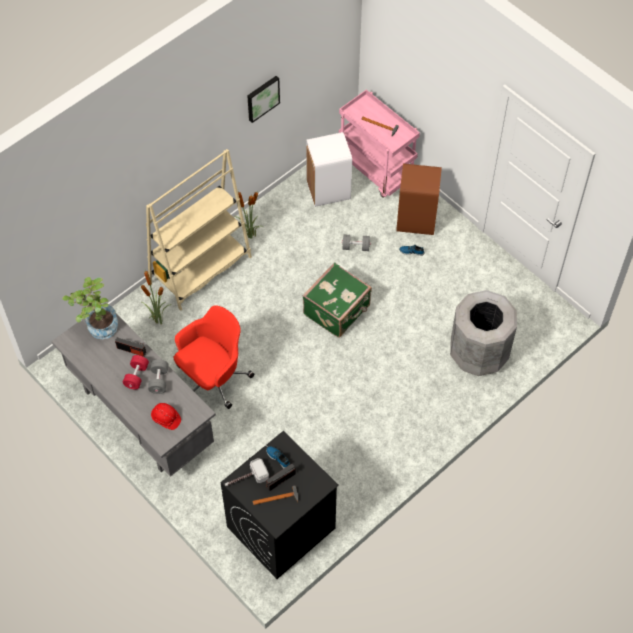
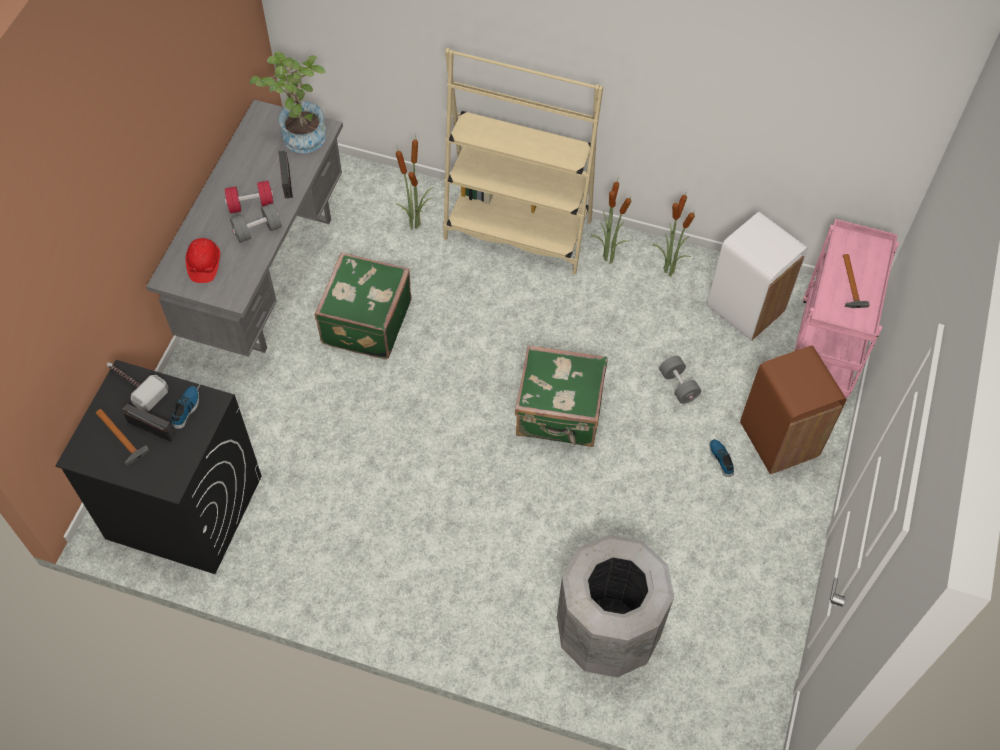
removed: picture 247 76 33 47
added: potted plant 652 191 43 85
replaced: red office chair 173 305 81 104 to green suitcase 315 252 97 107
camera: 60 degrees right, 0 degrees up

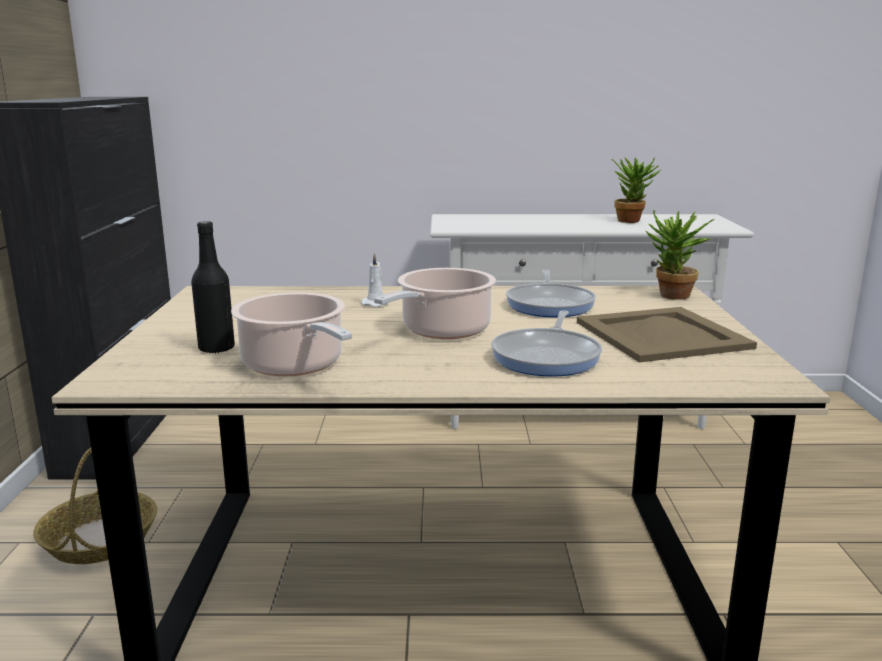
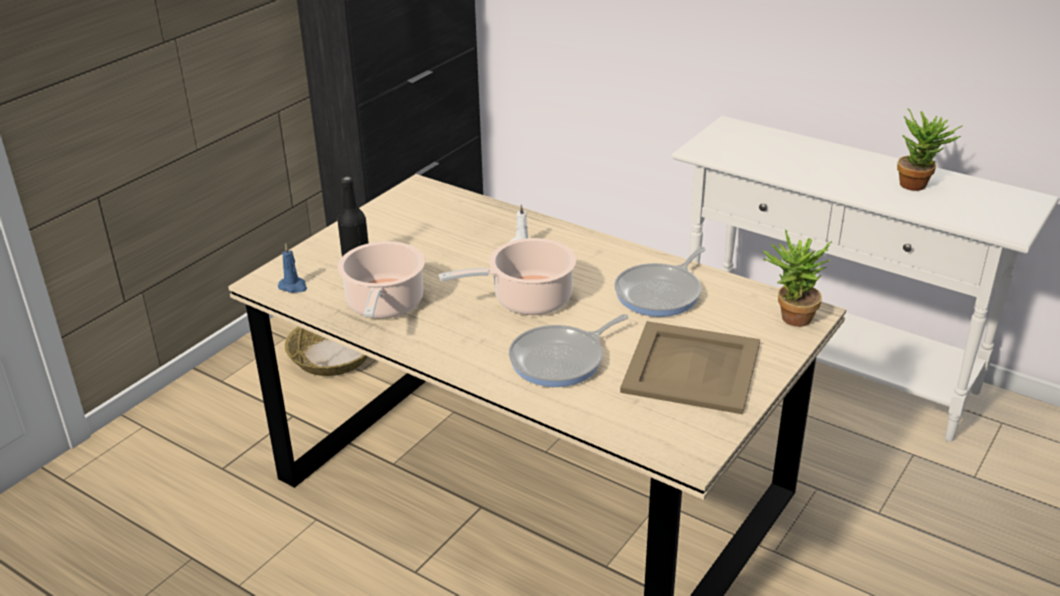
added: blue candle 278 244 29 49
camera: 35 degrees right, 15 degrees up

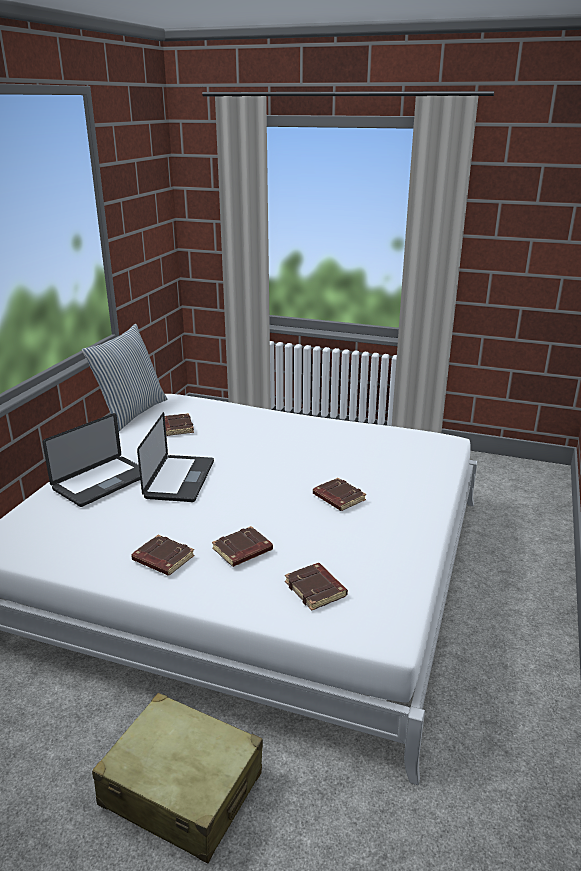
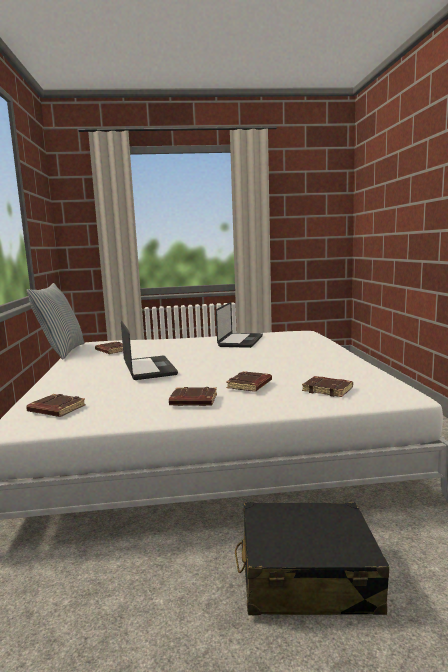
moved: laptop 42 413 98 94 to 216 302 47 46; brown book 313 478 53 33 to 26 394 60 23
recoloured: beige suitcase 92 692 171 171 to black suitcase 235 502 154 113
camera: 25 degrees left, 15 degrees down

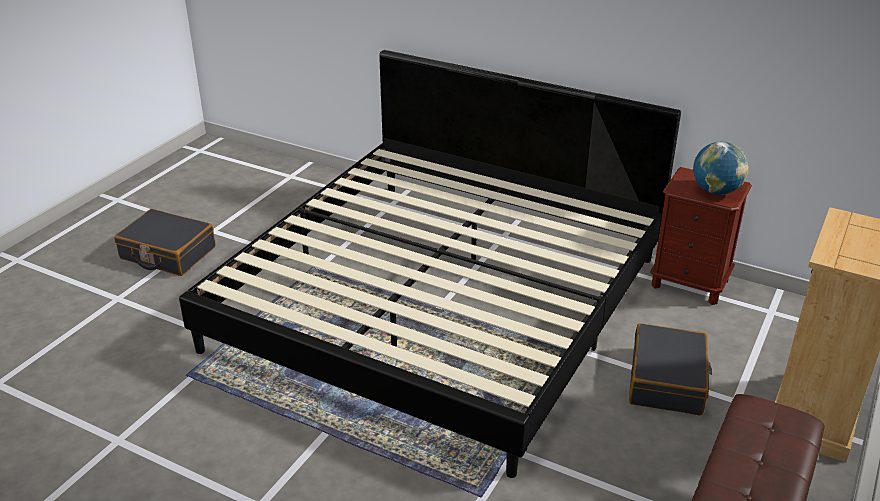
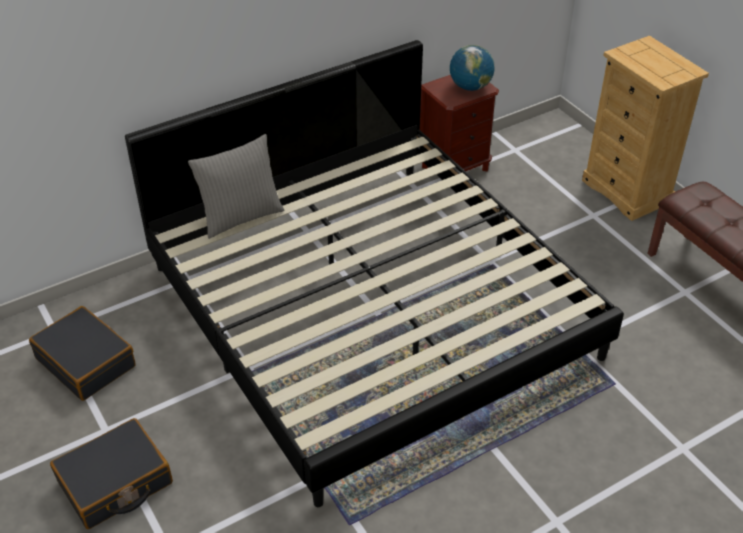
added: grey pillow 188 134 97 105
moved: black suitcase 629 323 83 93 to 29 306 107 95
camera: 60 degrees left, 10 degrees up

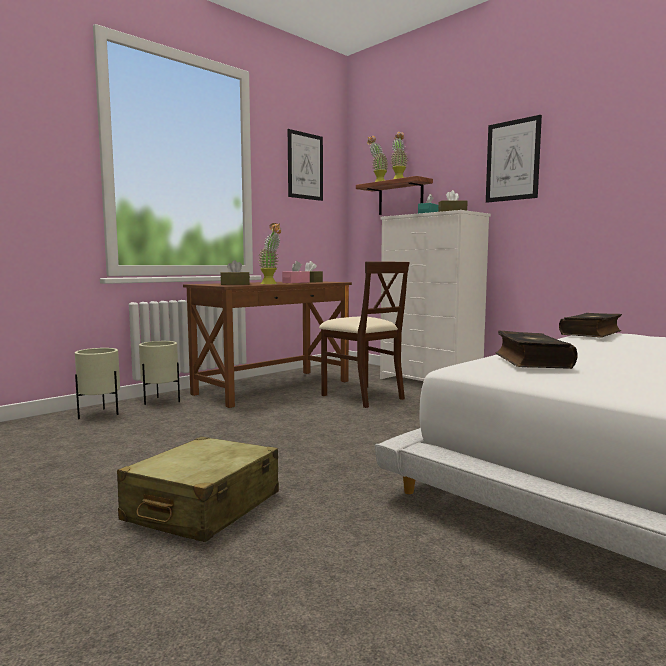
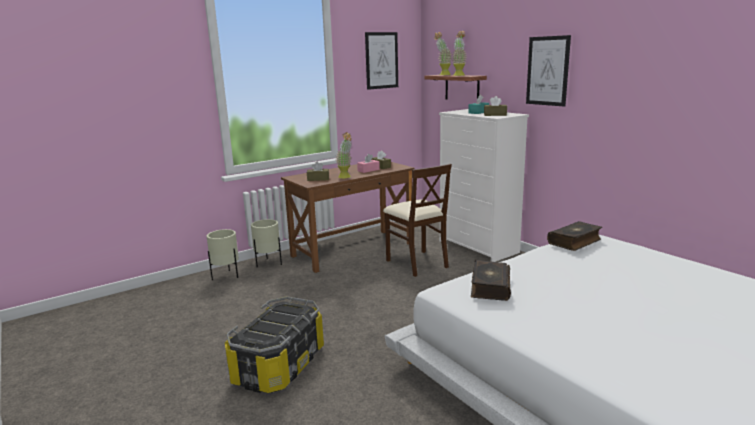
replaced: beige suitcase 117 437 162 105 to storage box 225 296 99 97
camera: 10 degrees right, 10 degrees up

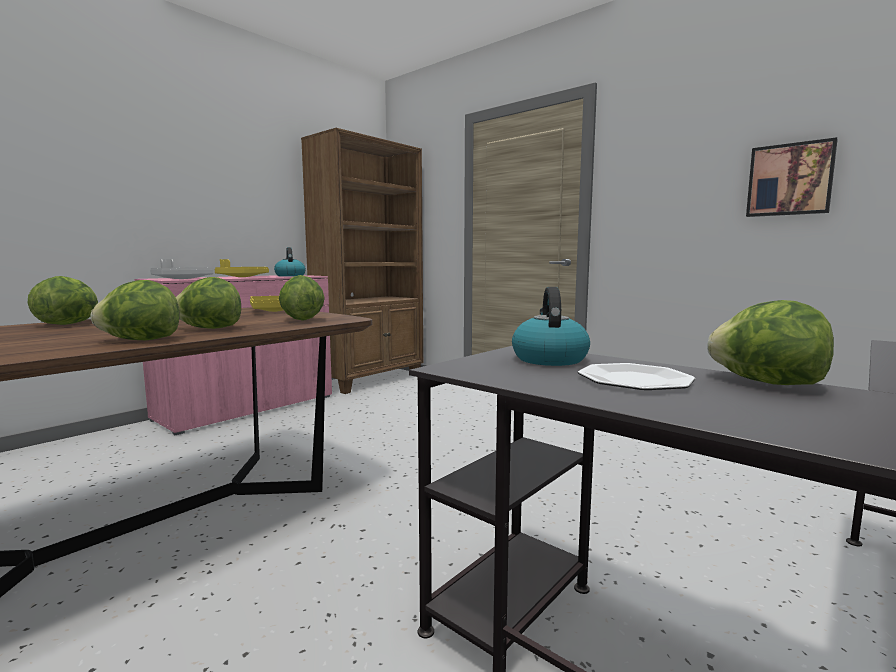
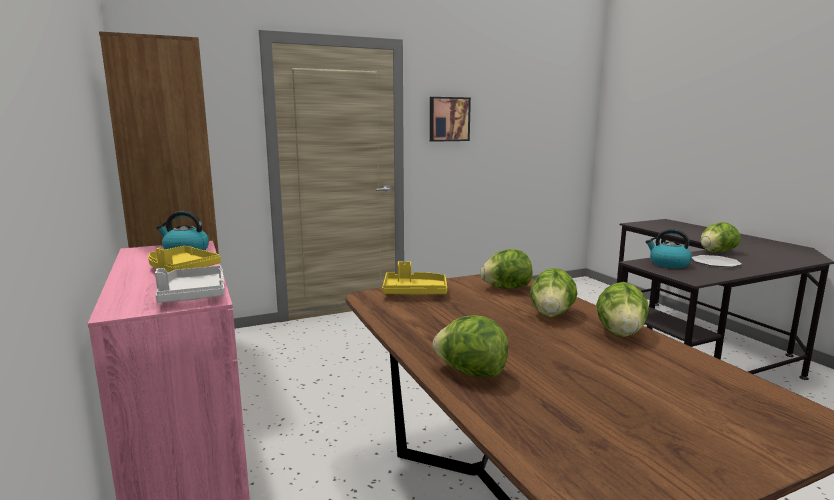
moved: picture 746 137 92 80 to 430 97 41 45
camera: 65 degrees left, 5 degrees up

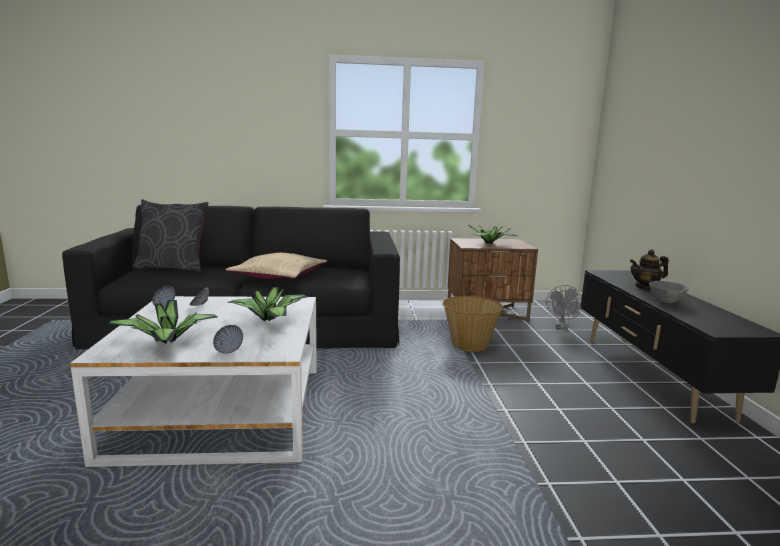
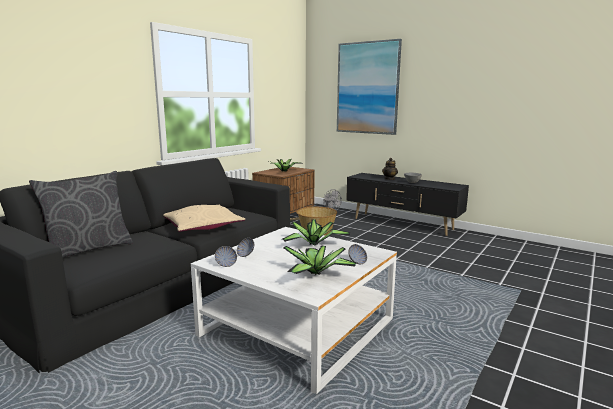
added: picture 337 39 65 96
camera: 50 degrees left, 0 degrees up

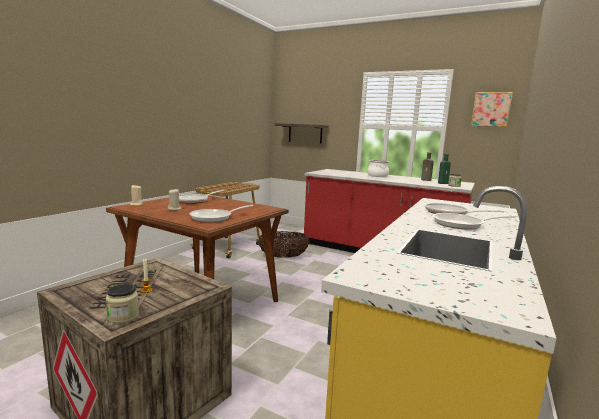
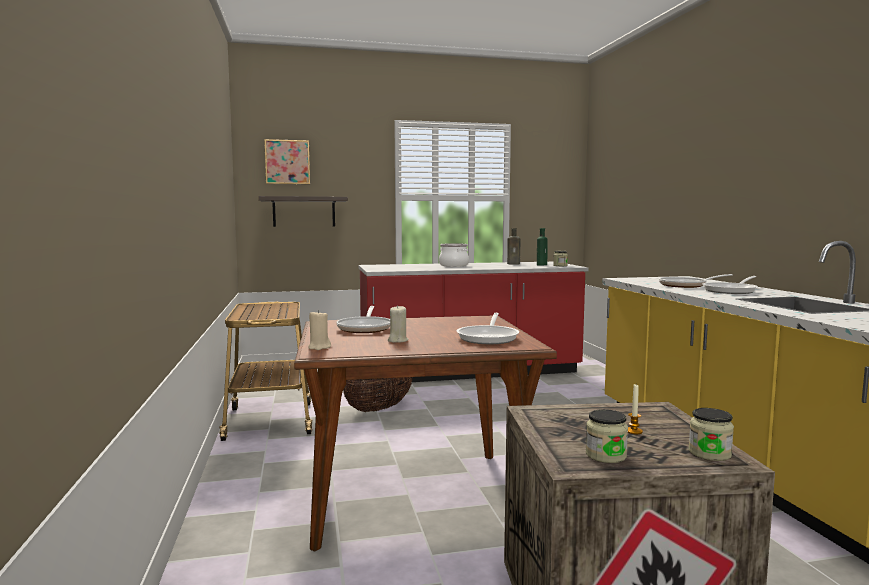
added: jar 586 409 42 54
moved: picture 471 92 42 35 to 264 139 46 46
camera: 40 degrees left, 5 degrees down

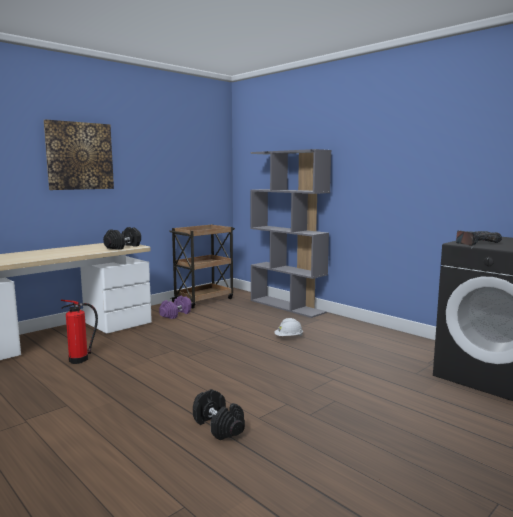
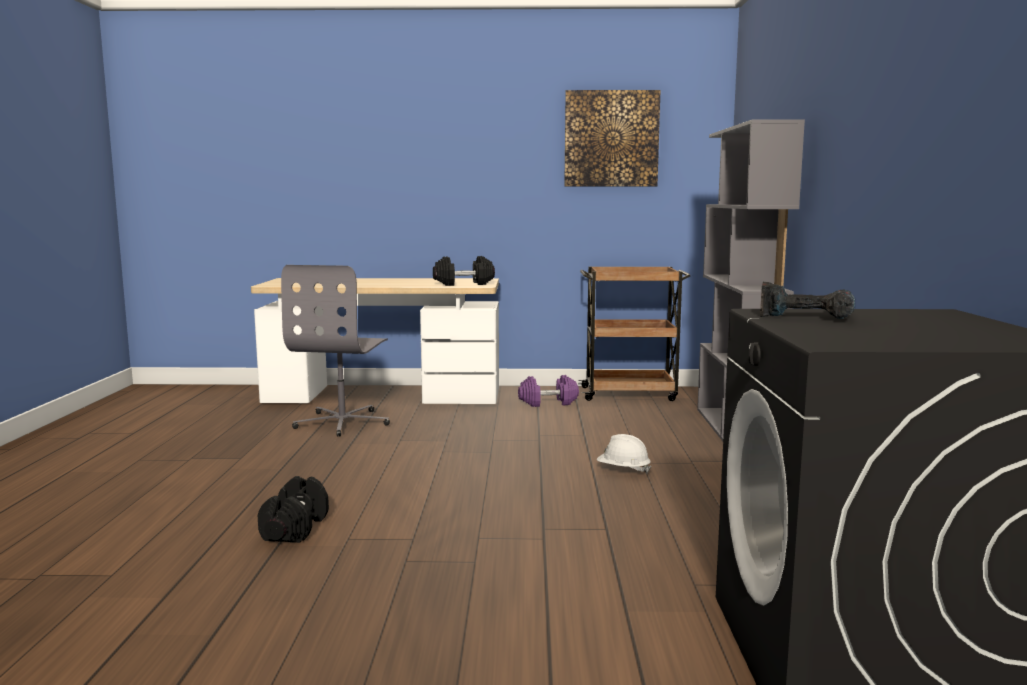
moved: picture 44 119 70 71 to 564 90 97 97
replaced: fire extinguisher 61 300 37 64 to grey office chair 281 265 109 172
camera: 45 degrees right, 0 degrees up

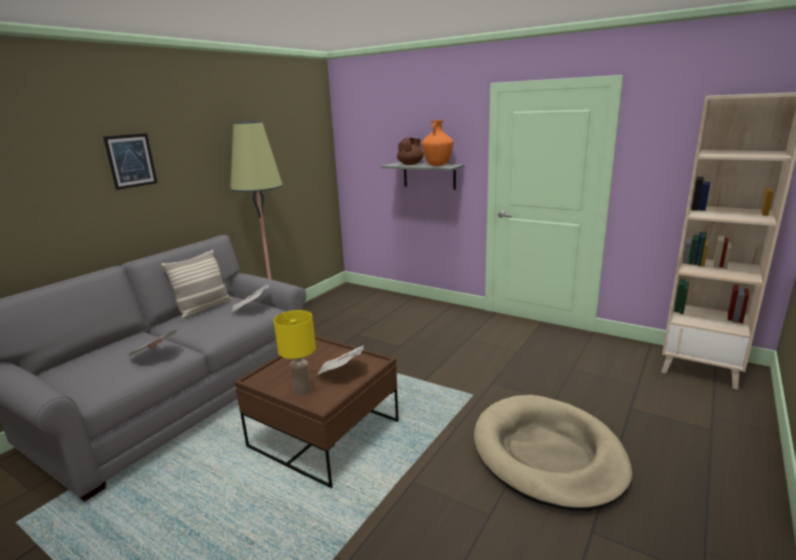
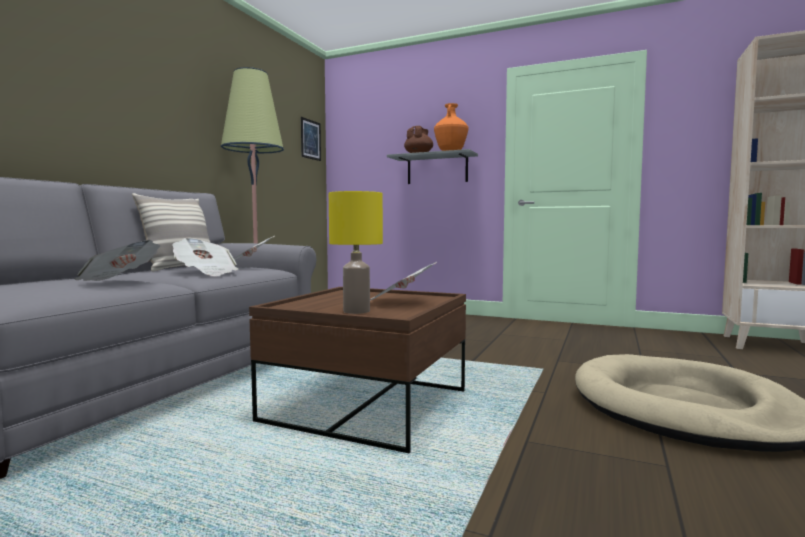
added: newspaper 172 238 66 38
moved: picture 103 133 54 57 to 301 117 20 44
camera: 10 degrees left, 15 degrees down

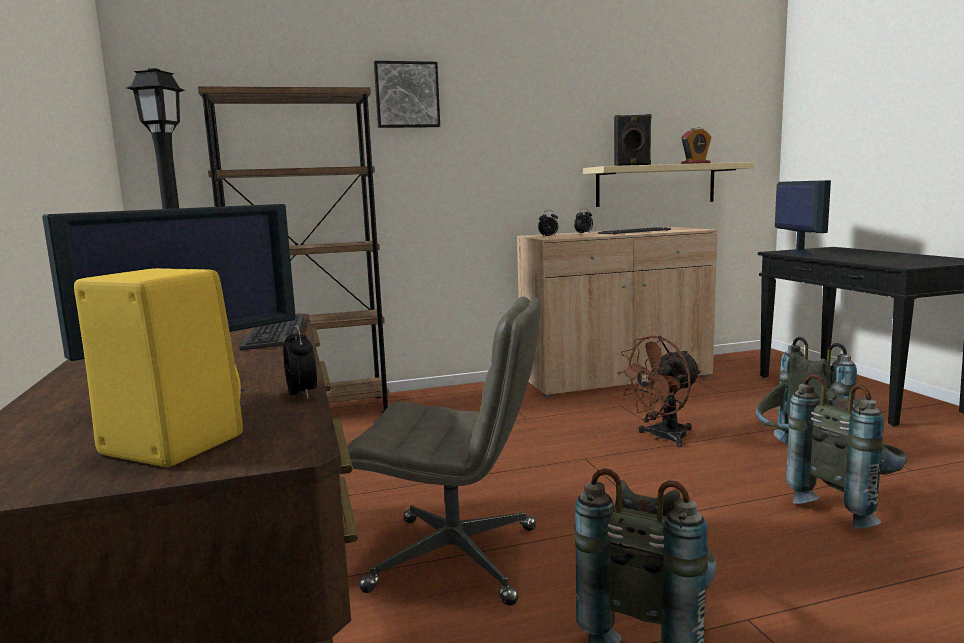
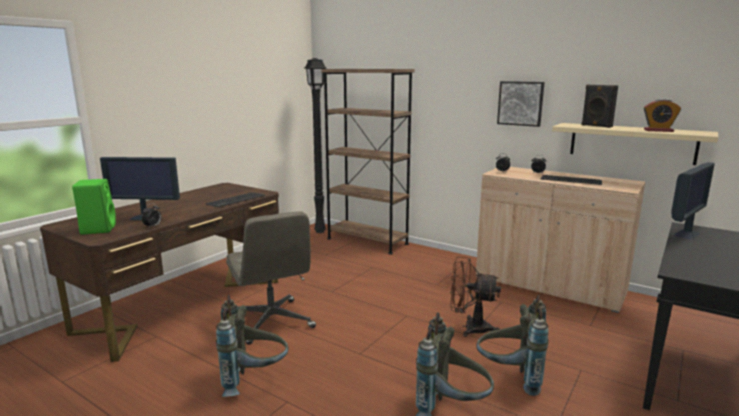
moved: picture 374 61 66 67 to 497 81 48 46
recoloured: yellow speaker 74 268 169 199 to green speaker 72 179 44 56
camera: 50 degrees right, 5 degrees up

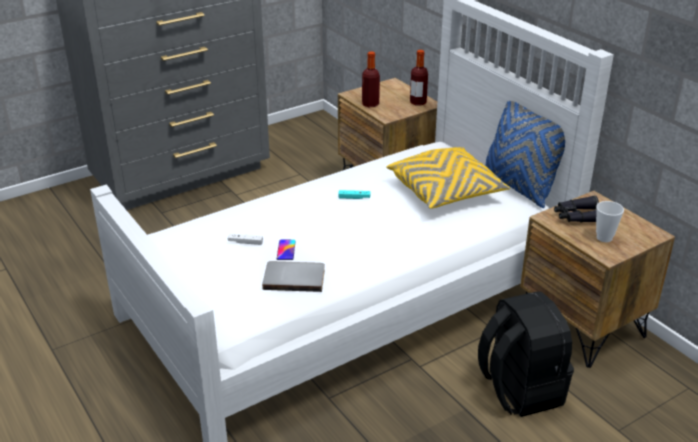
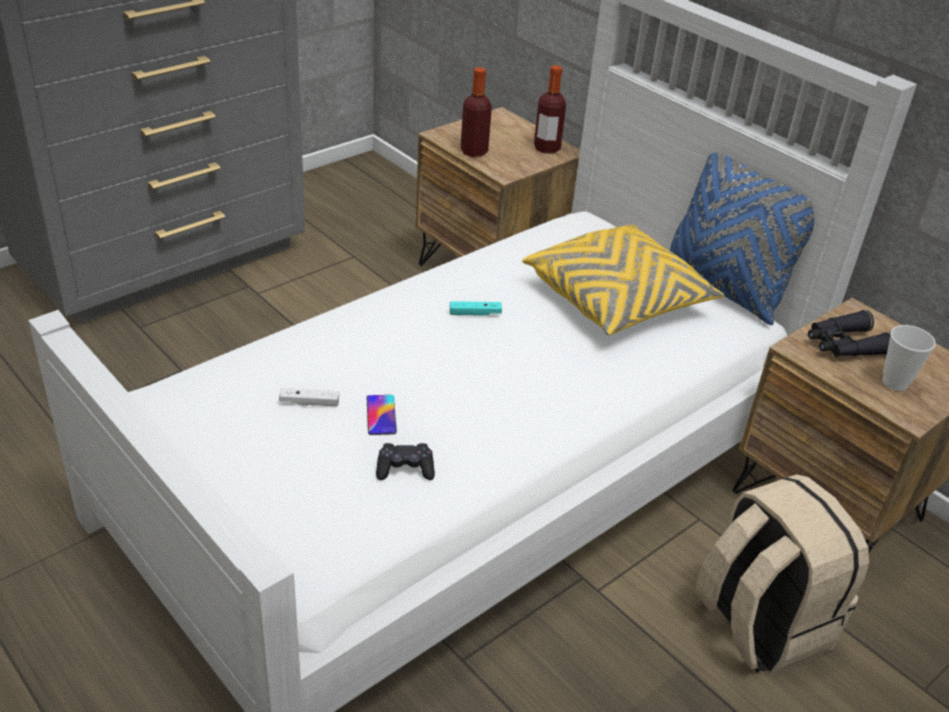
replaced: grey book 262 261 63 31 to black game controller 376 443 59 37
recoloured: black backpack 478 292 96 125 to beige backpack 696 474 173 202
camera: 10 degrees left, 5 degrees up

